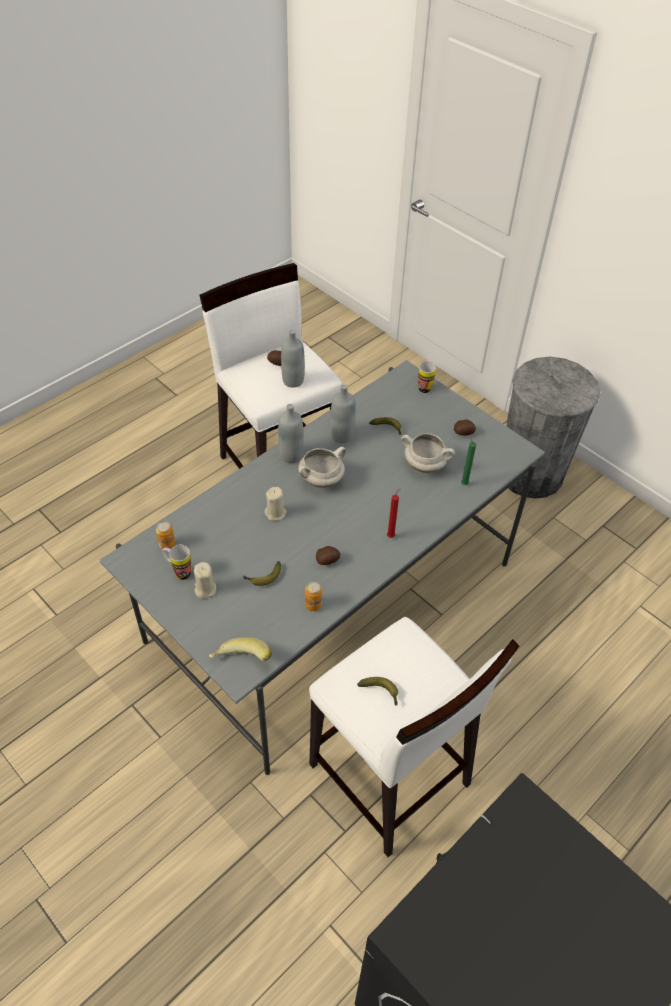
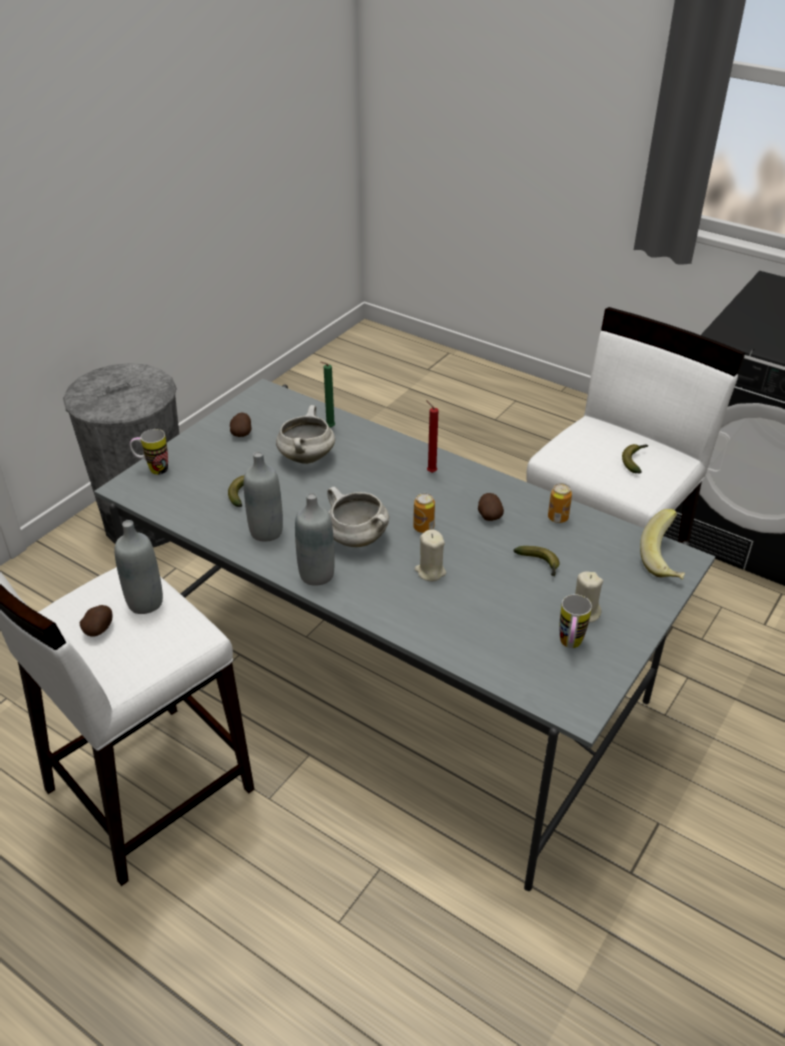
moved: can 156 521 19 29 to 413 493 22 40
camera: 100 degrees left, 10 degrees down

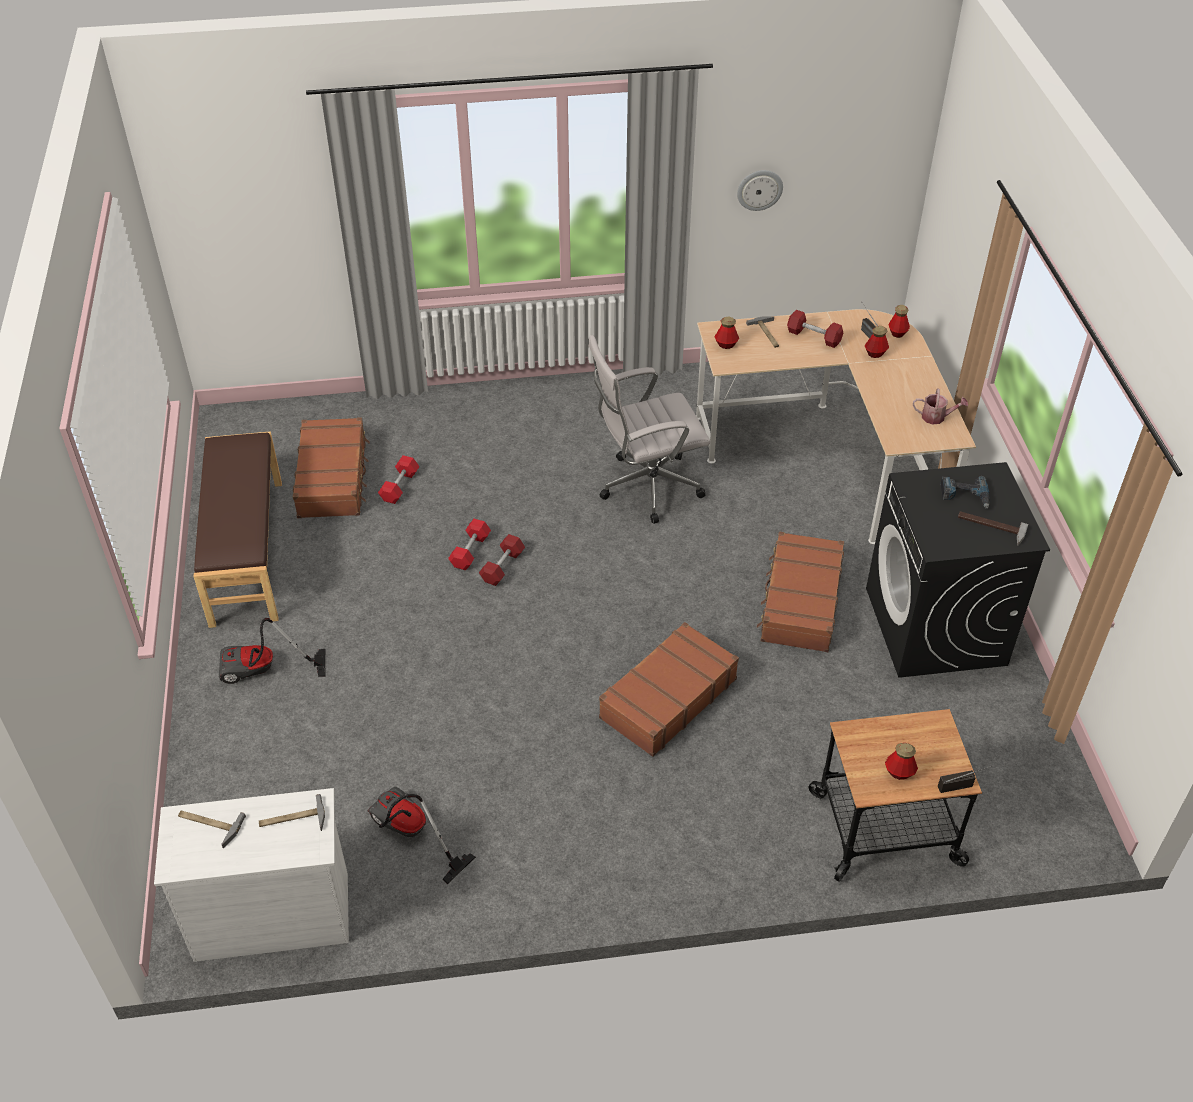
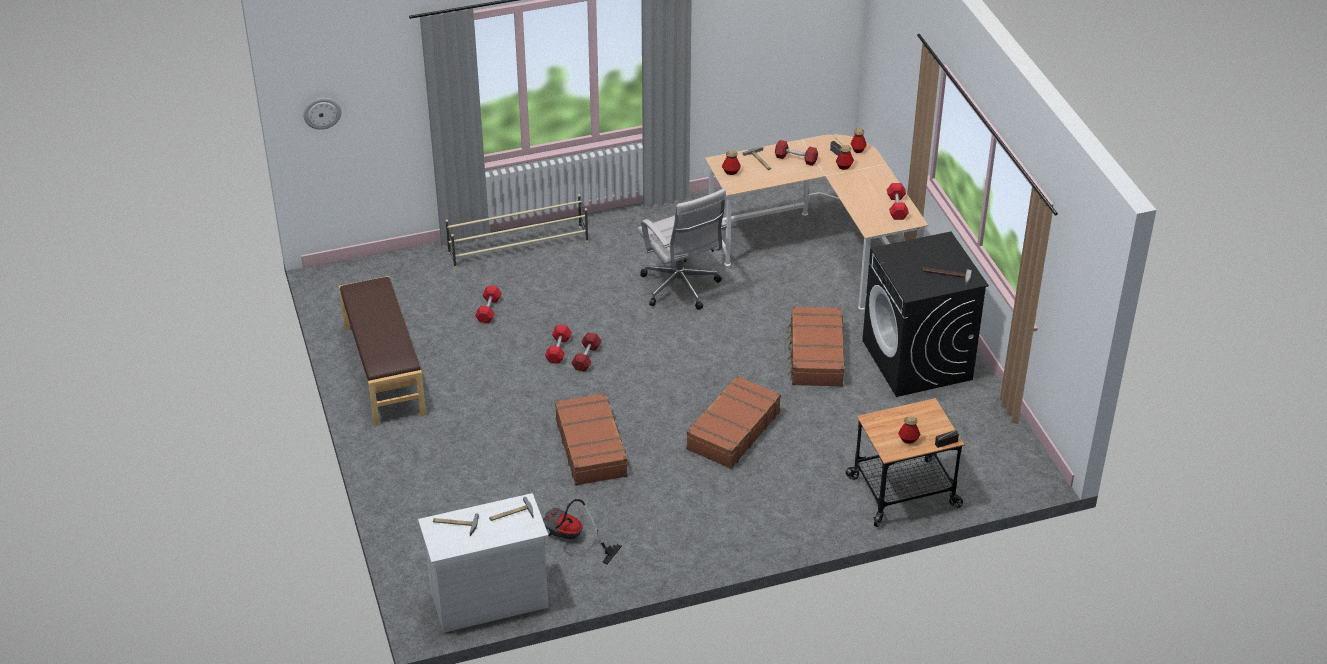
removed: vacuum cleaner 219 618 107 66; power drill 940 476 50 33
added: beige shoe rack 445 194 143 74
moved: brown suitcase 293 417 77 101 to 555 393 75 93; wall clock 737 170 46 41 to 304 98 37 32
replaced: watering can 913 389 55 35 to red dumbbell 887 183 22 37
turned: white office chair 589 335 121 189 = 637 189 90 121 90 degrees counterclockwise
camera: 10 degrees left, 5 degrees down

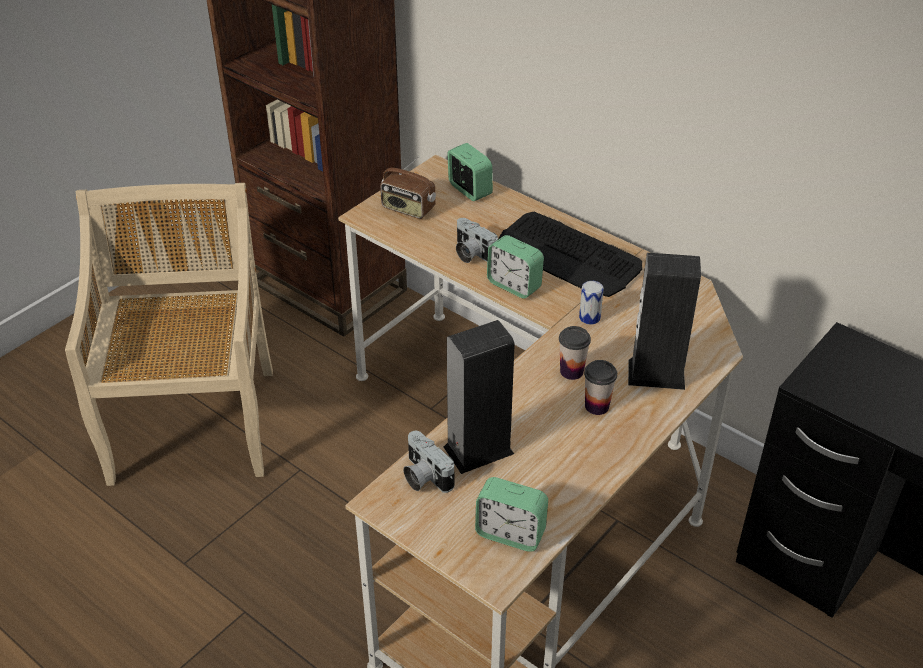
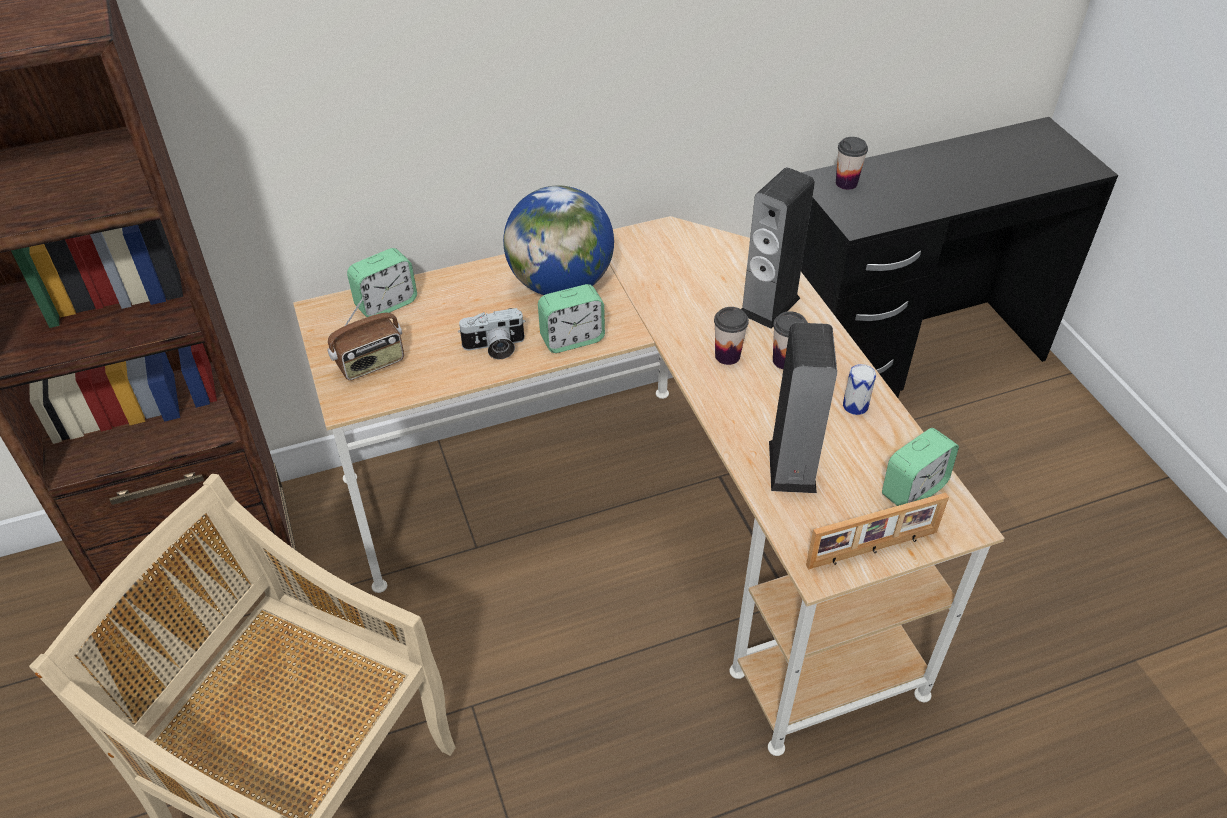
removed: photo camera 403 431 51 62
added: picture frame 806 493 143 76; cup 836 137 32 53
moved: can 579 281 25 44 to 843 364 33 51
replaced: keyboard 498 212 144 85 to globe 503 185 111 110
turned: alarm clock 447 143 46 58 = 347 248 70 69 150 degrees clockwise
camera: 60 degrees left, 5 degrees up

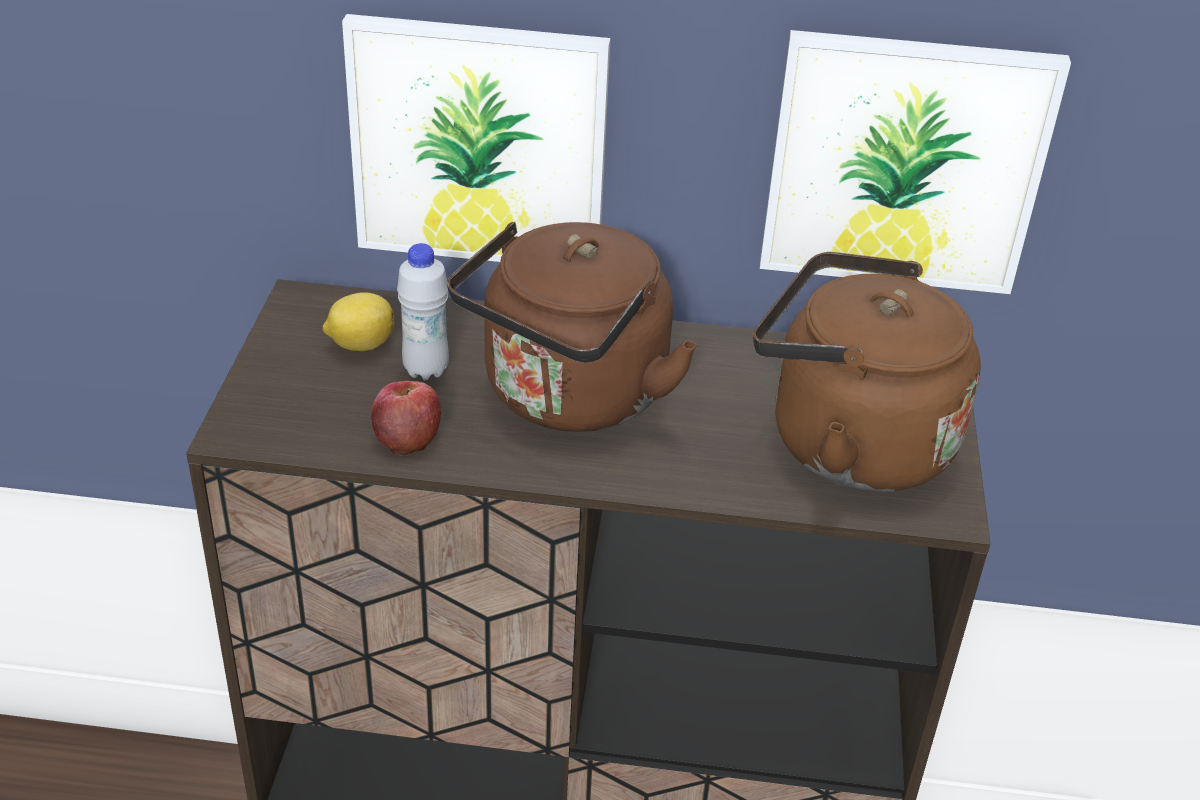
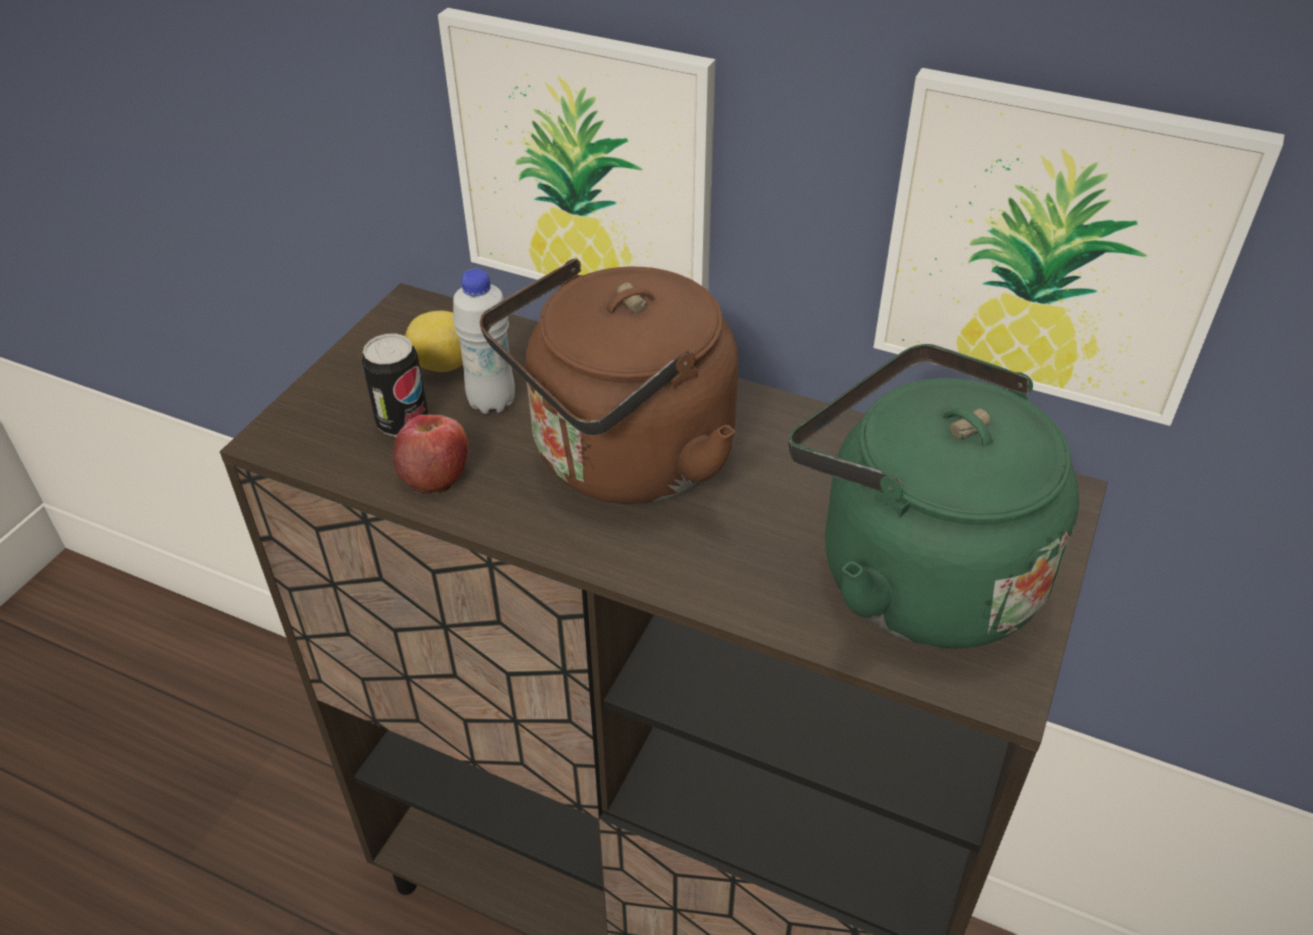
added: can 361 334 68 103
recoloured: brown kettle 753 252 228 240 to green kettle 789 344 290 305
camera: 20 degrees right, 5 degrees up

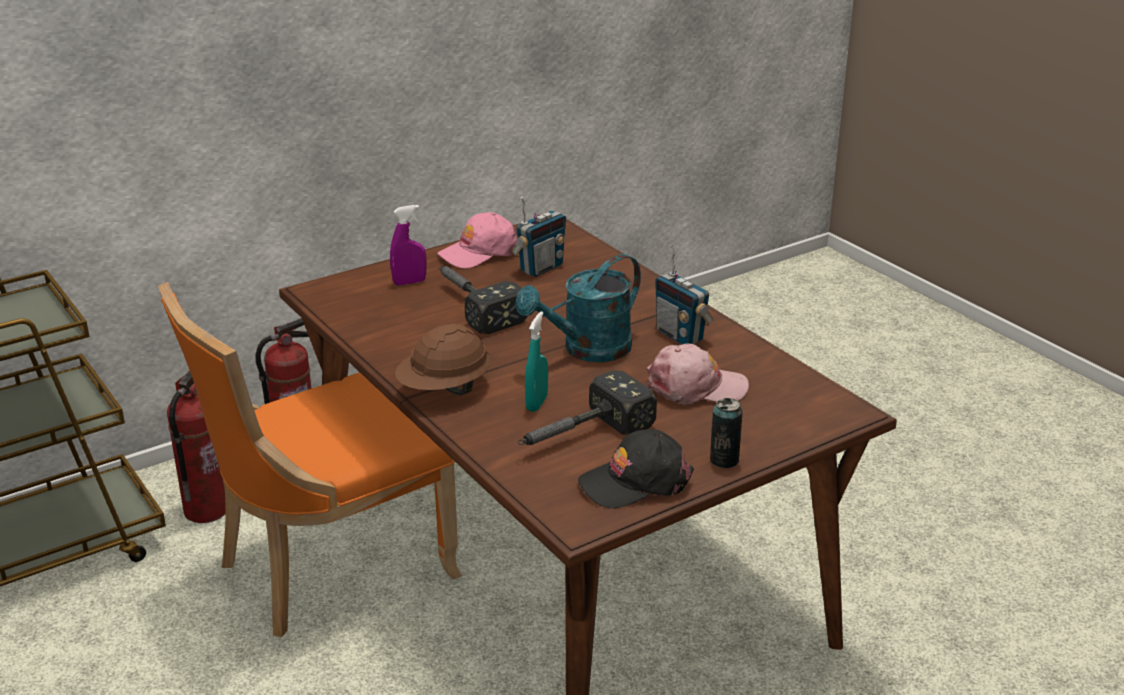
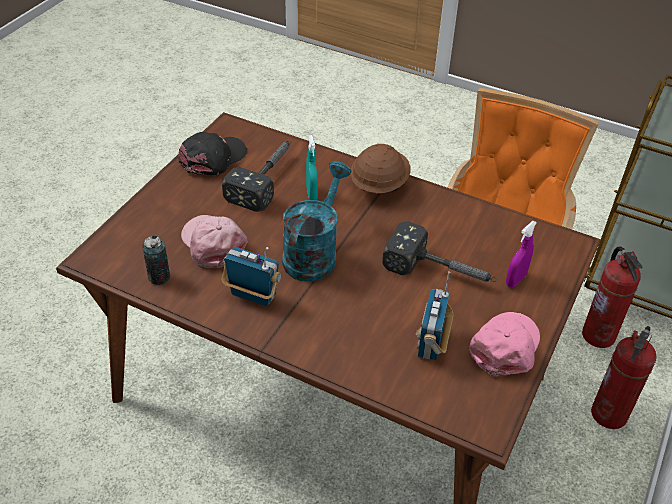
moved: can 710 398 33 70 to 142 236 28 49
turned: pink cap 646 344 103 61 = 181 215 67 53 90 degrees clockwise
camera: 150 degrees right, 15 degrees up

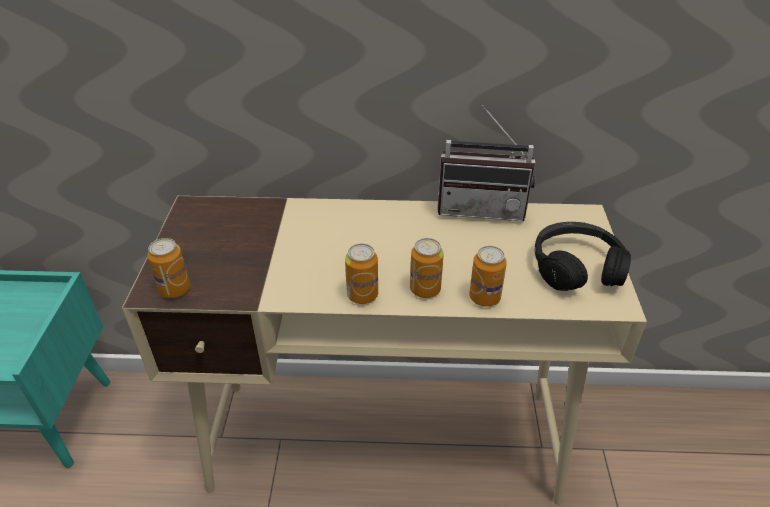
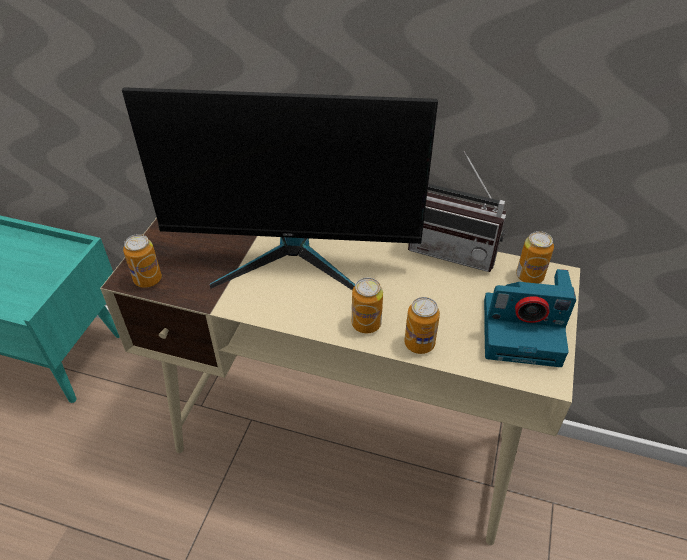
added: monitor 122 87 316 203
moved: can 345 244 33 60 to 516 231 38 53
replaced: black headphones 534 222 97 69 to photo camera 484 269 92 98
camera: 15 degrees right, 5 degrees up

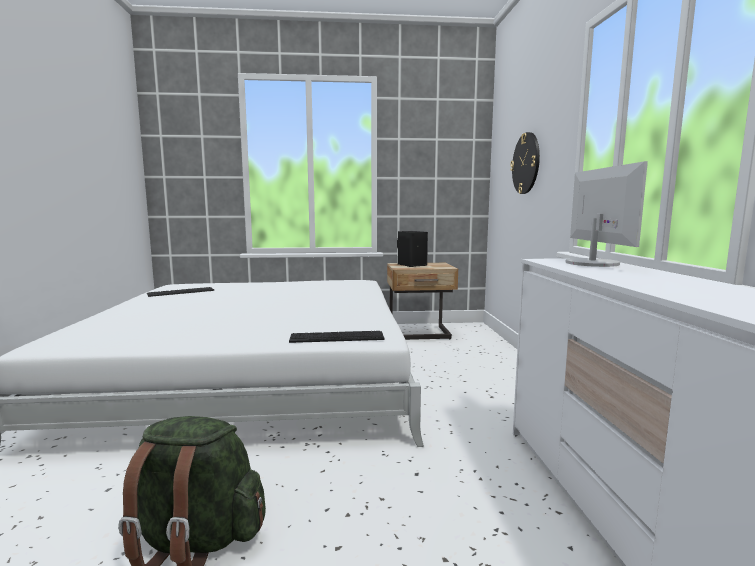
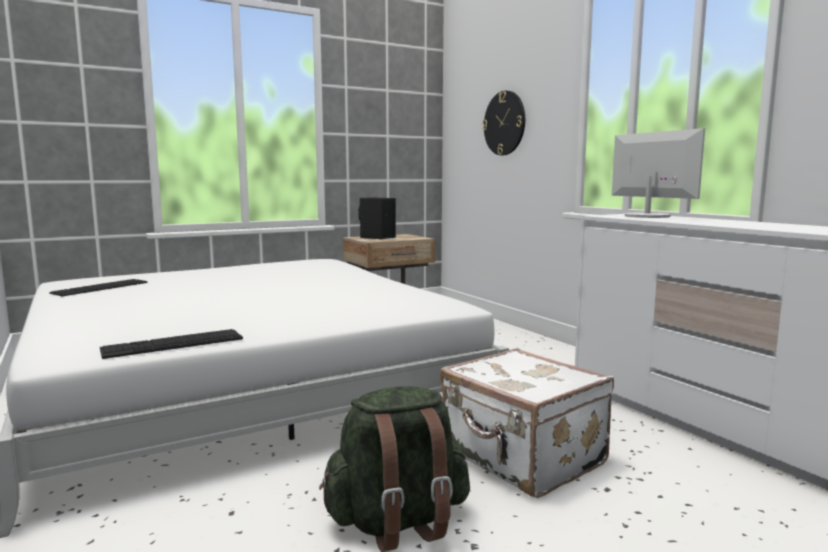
added: white suitcase 440 348 174 150
moved: keyboard 289 331 96 12 to 100 329 143 30
camera: 25 degrees left, 0 degrees up

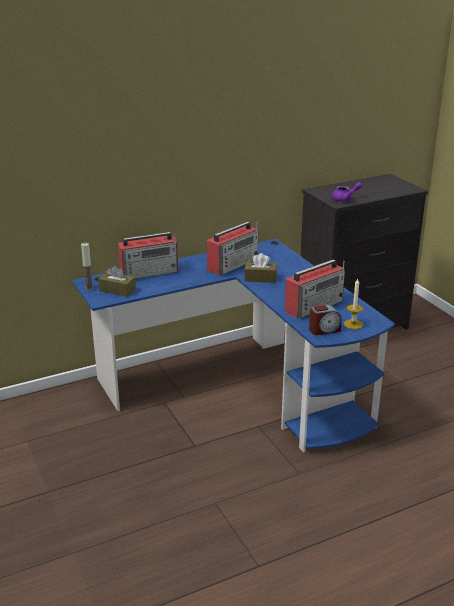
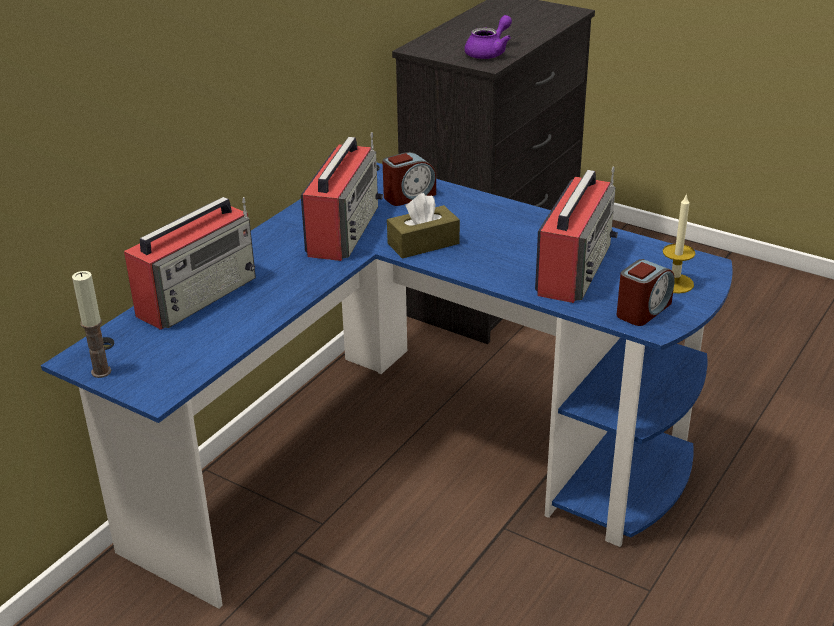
removed: brown tissue box 98 266 38 31
added: alarm clock 383 152 53 54
camera: 30 degrees left, 5 degrees up

